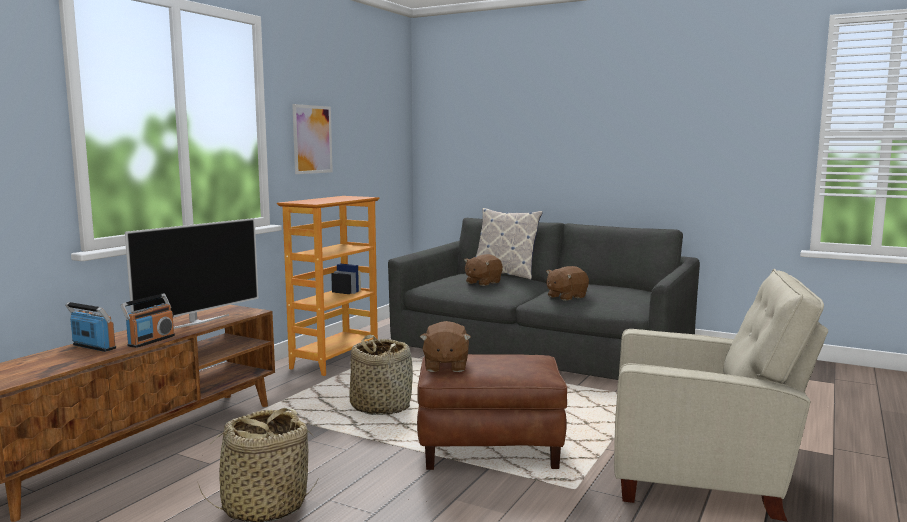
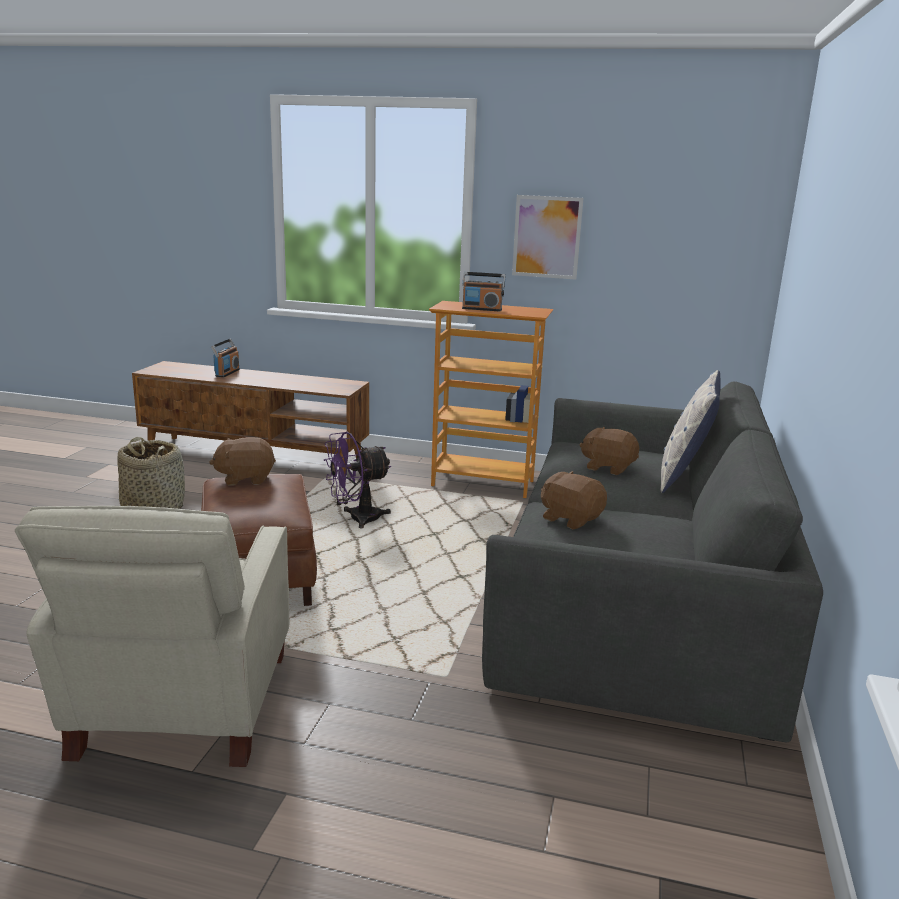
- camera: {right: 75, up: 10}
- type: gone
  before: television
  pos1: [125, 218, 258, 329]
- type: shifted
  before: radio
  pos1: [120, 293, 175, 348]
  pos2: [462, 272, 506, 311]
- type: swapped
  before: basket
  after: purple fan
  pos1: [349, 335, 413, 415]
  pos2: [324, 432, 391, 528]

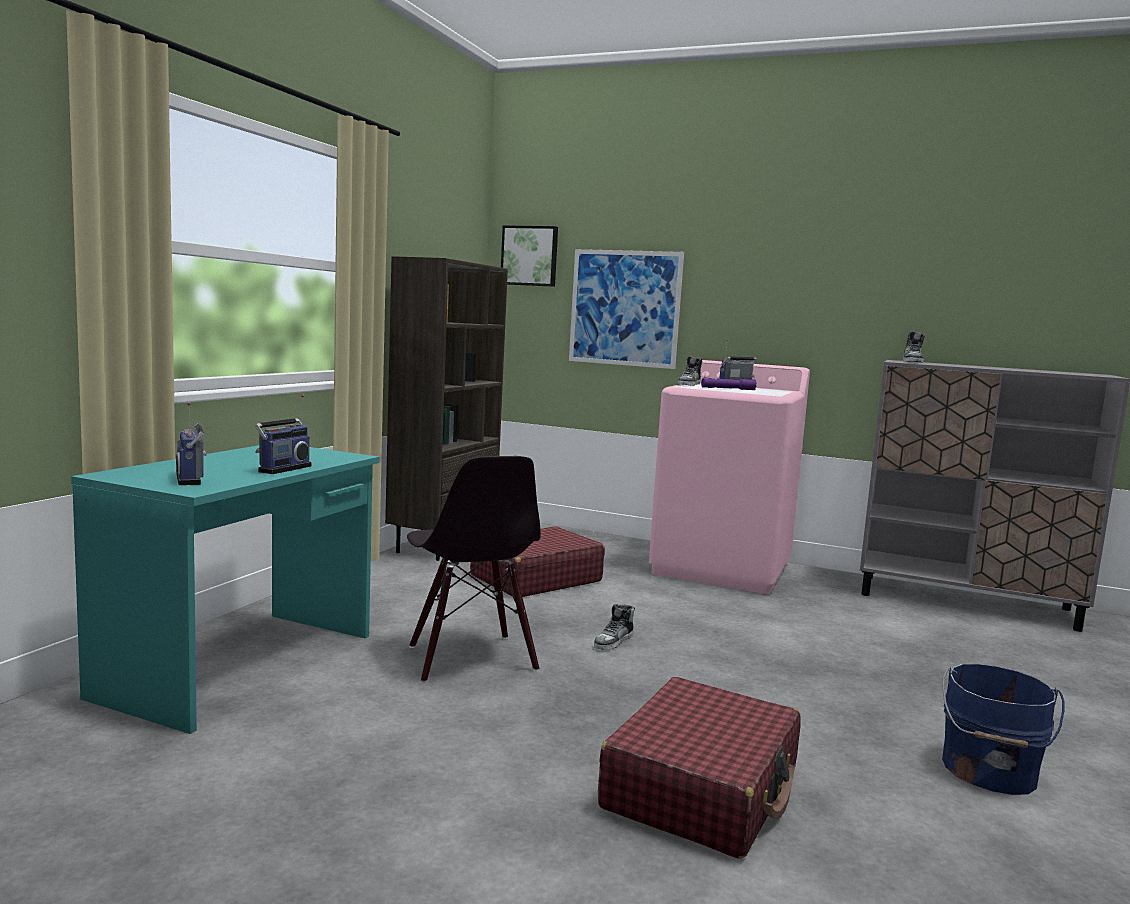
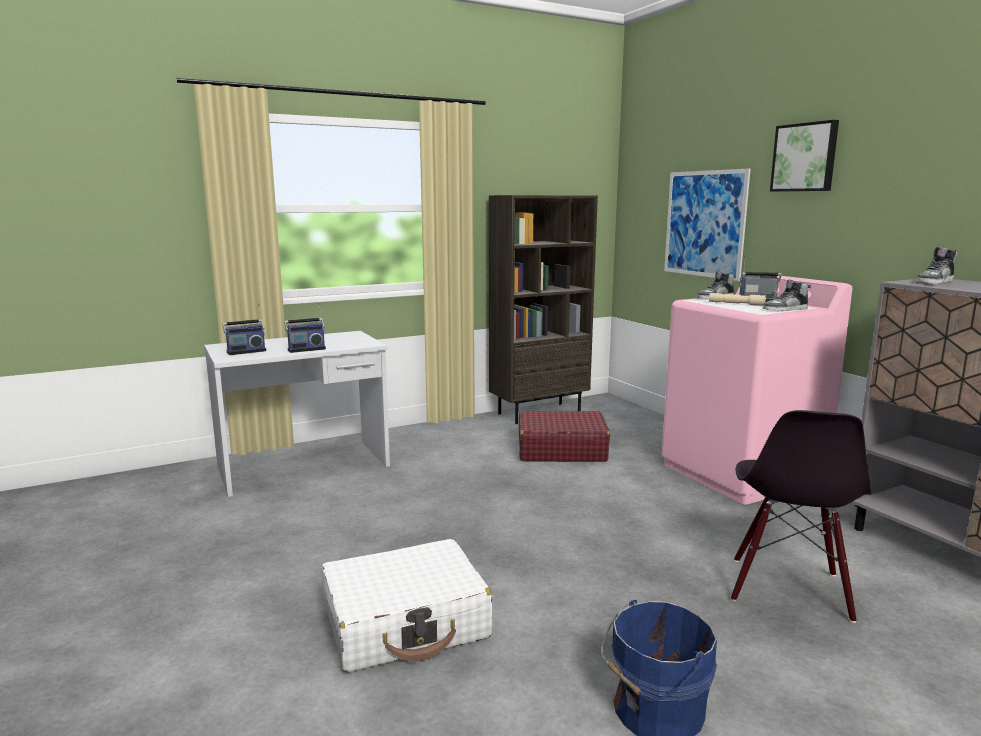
- camera: {right: 40, up: 5}
- type: shifted
  before: blackish upright chair
  pos1: [407, 456, 541, 683]
  pos2: [731, 410, 871, 623]
- type: shifted
  before: wall art
  pos1: [501, 225, 558, 287]
  pos2: [770, 120, 839, 192]
- type: shifted
  before: shoe
  pos1: [594, 604, 635, 651]
  pos2: [763, 280, 811, 311]
- type: repainted
  before: blue-green desk unit
  after: white desk unit
  pos1: [71, 445, 379, 734]
  pos2: [204, 331, 390, 497]
- type: repainted
  before: red suitcase
  after: white suitcase
  pos1: [598, 677, 801, 859]
  pos2: [321, 539, 492, 672]
- type: repainted
  before: purple flashlight
  after: beige flashlight
  pos1: [701, 378, 757, 390]
  pos2: [709, 293, 766, 306]
- type: rotated
  before: radio
  pos1: [176, 402, 207, 485]
  pos2: [222, 304, 266, 355]
  turn: -135

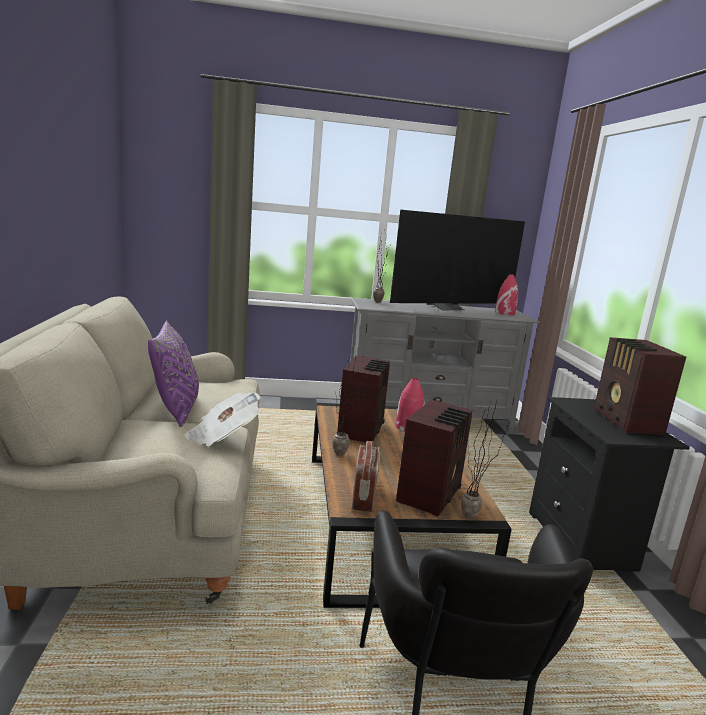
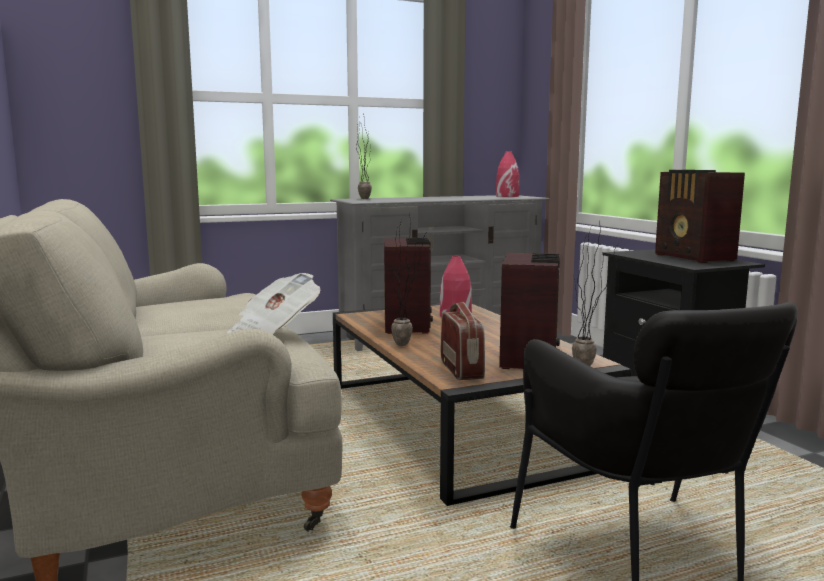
- camera: {right: -15, up: -5}
- type: gone
  before: purple cushion
  pos1: [148, 320, 199, 427]
- type: gone
  before: television
  pos1: [390, 210, 525, 310]

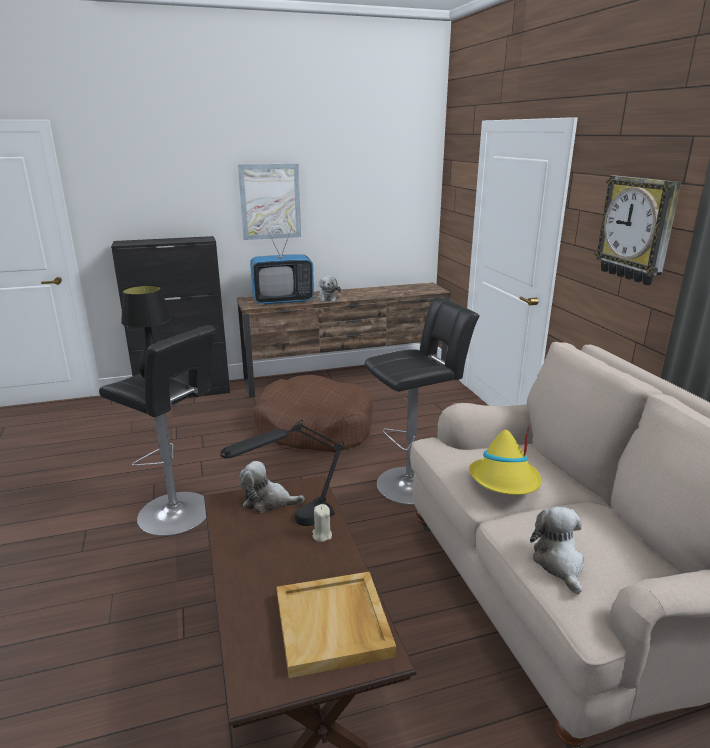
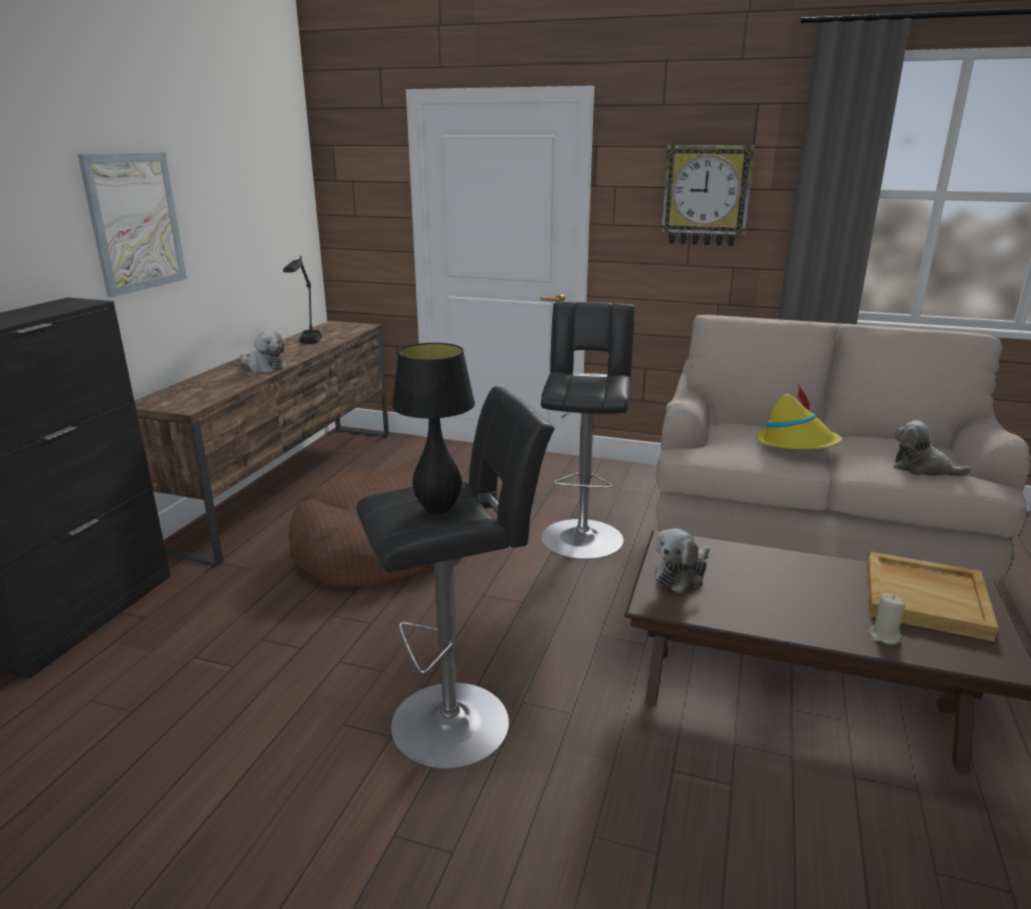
- camera: {right: -55, up: 0}
- type: gone
  before: television
  pos1: [250, 227, 314, 305]
- type: shifted
  before: blackish lamp for a table
  pos1: [220, 420, 344, 526]
  pos2: [283, 256, 322, 344]
- type: shifted
  before: beige wax light
  pos1: [312, 504, 332, 542]
  pos2: [868, 593, 905, 644]

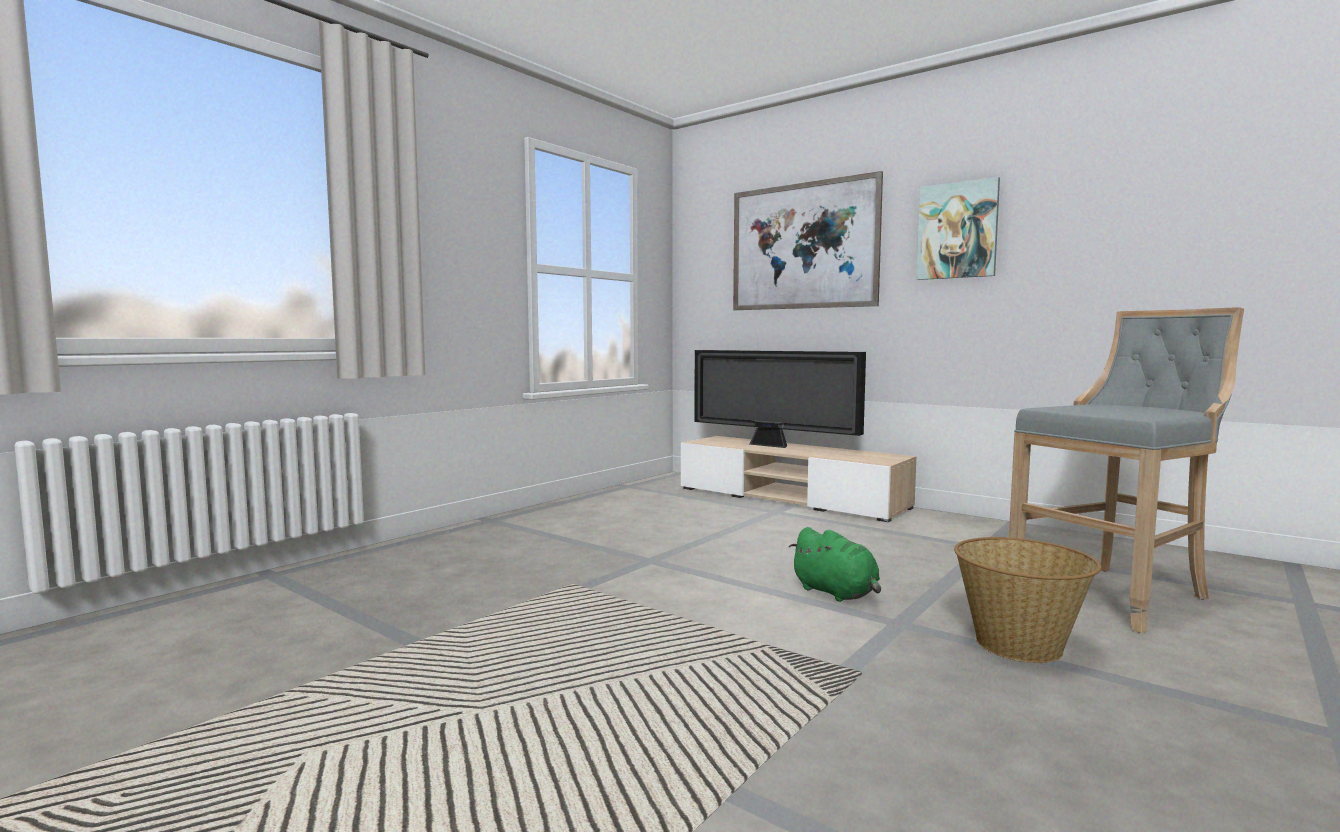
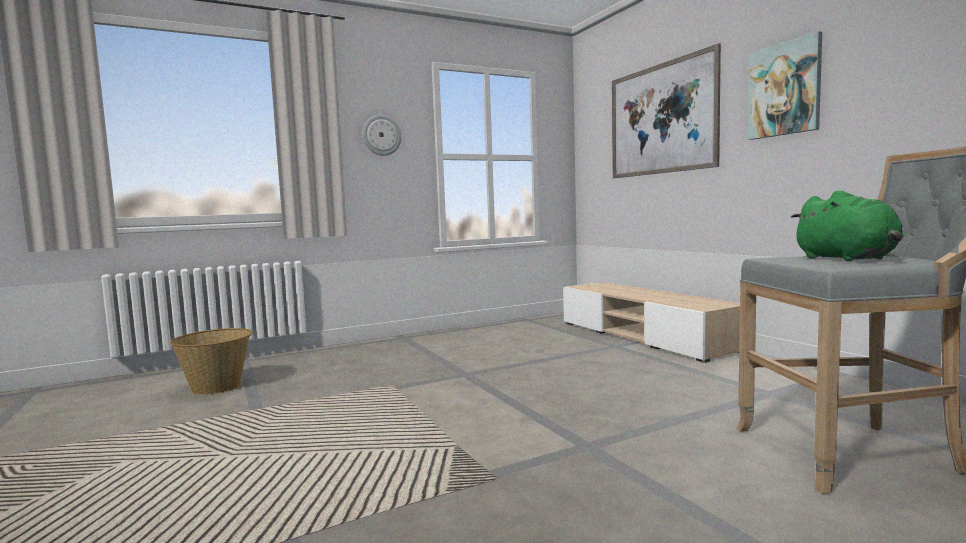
- camera: {right: 25, up: 0}
- type: gone
  before: television
  pos1: [694, 350, 866, 448]
- type: new
  after: clock on the wall
  pos2: [363, 115, 402, 156]
- type: shifted
  before: green cuddly toy
  pos1: [789, 527, 881, 602]
  pos2: [791, 190, 903, 261]
- type: shifted
  before: basket
  pos1: [954, 537, 1102, 663]
  pos2: [170, 328, 253, 395]

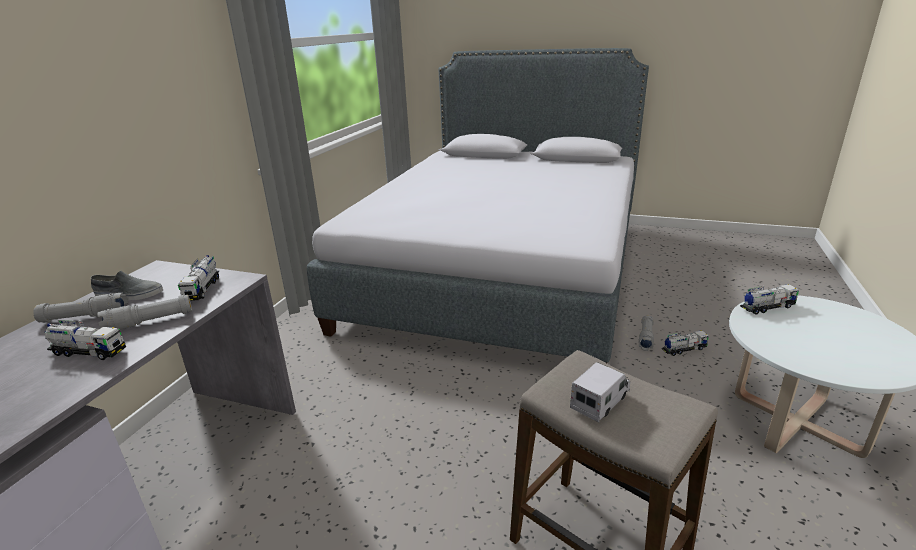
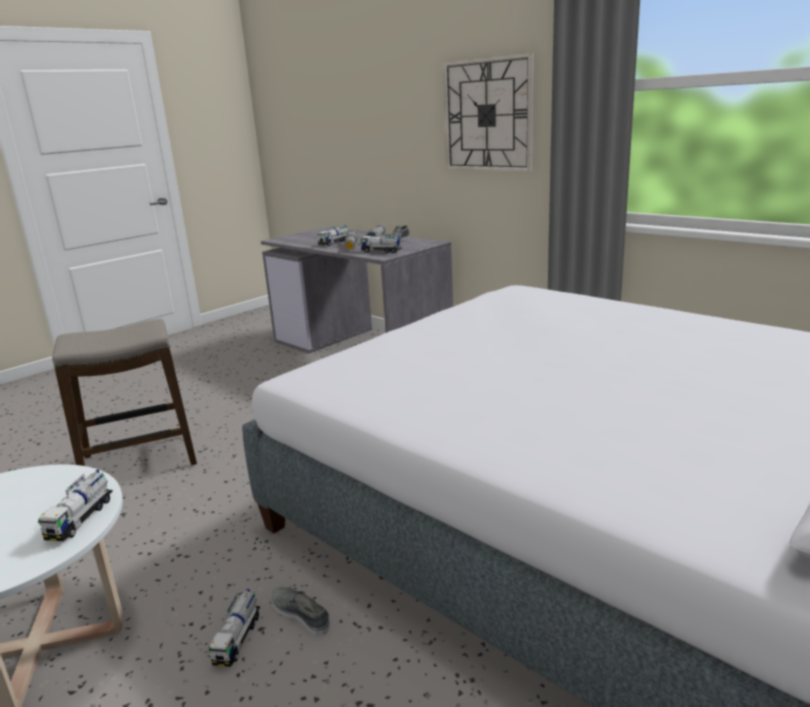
- camera: {right: 115, up: -5}
- type: gone
  before: toy truck
  pos1: [570, 362, 630, 422]
- type: new
  after: clock on the wall
  pos2: [443, 52, 534, 172]
- type: swapped
  before: greyish flashlight
  after: greyish shoe
  pos1: [638, 315, 654, 351]
  pos2: [270, 587, 330, 635]

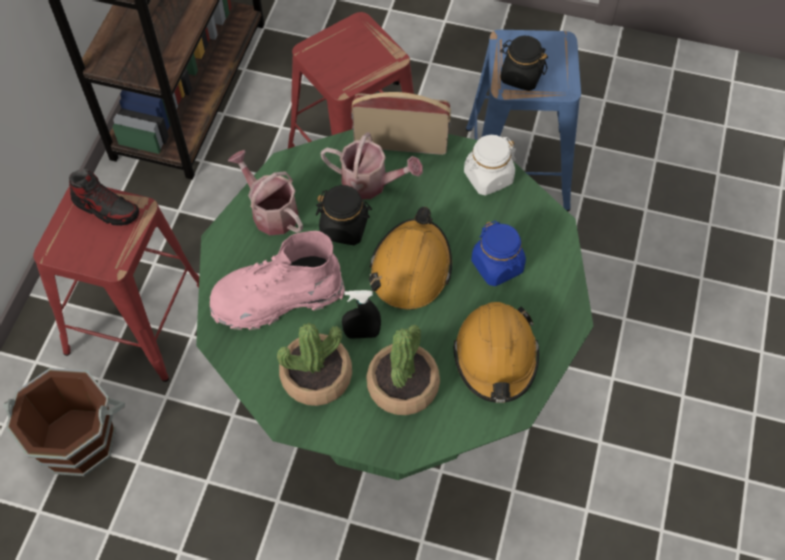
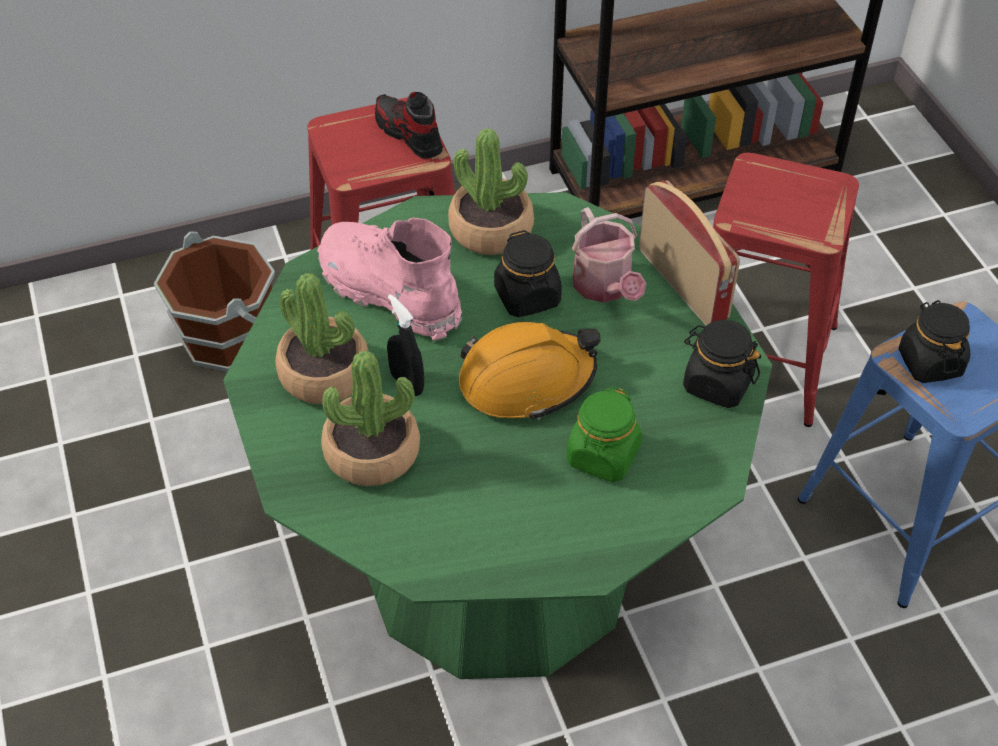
- camera: {right: 55, up: -10}
- type: gone
  before: orange hard hat
  pos1: [453, 302, 539, 403]
- type: swapped
  before: sprinkling can
  after: potted plant
  pos1: [228, 150, 303, 235]
  pos2: [448, 128, 534, 255]
- type: repainted
  before: white preserve jar
  after: blackish preserve jar
  pos1: [464, 135, 516, 196]
  pos2: [683, 320, 761, 408]
- type: repainted
  before: bluish preserve jar
  after: green preserve jar
  pos1: [471, 221, 526, 286]
  pos2: [566, 387, 642, 482]
- type: rotated
  before: shoe
  pos1: [69, 169, 139, 226]
  pos2: [375, 92, 443, 159]
  turn: 150

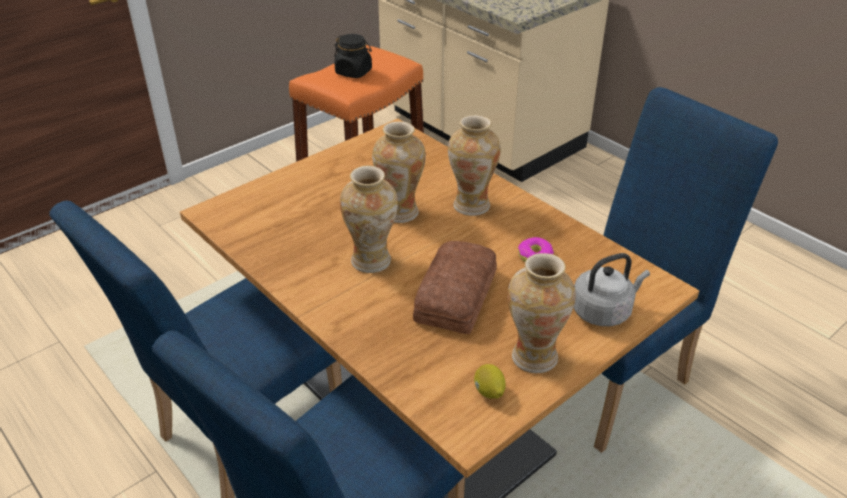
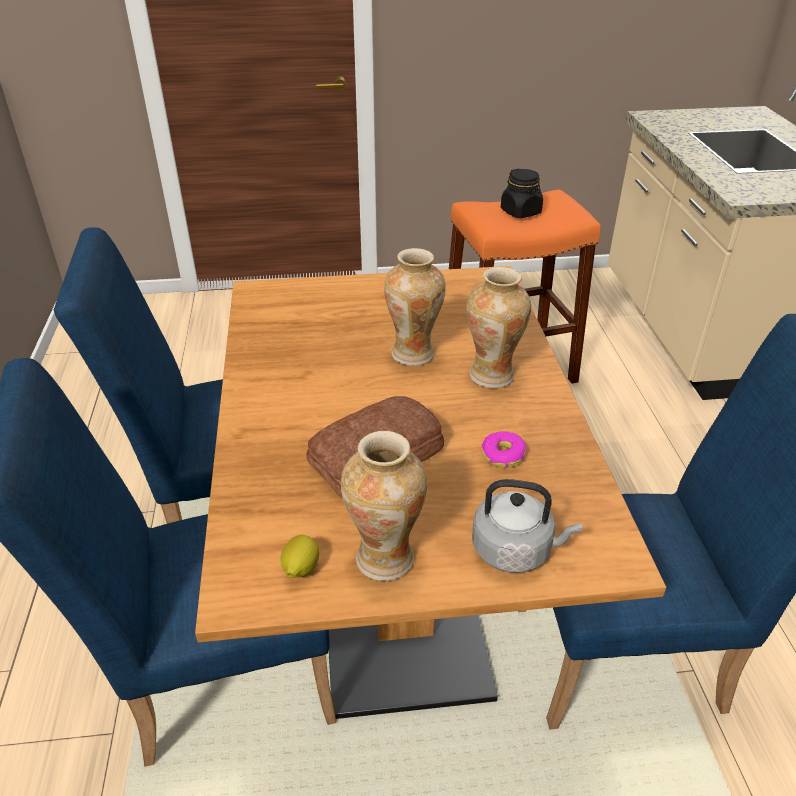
- camera: {right: 35, up: 0}
- type: gone
  before: flower vase
  pos1: [340, 166, 398, 273]

